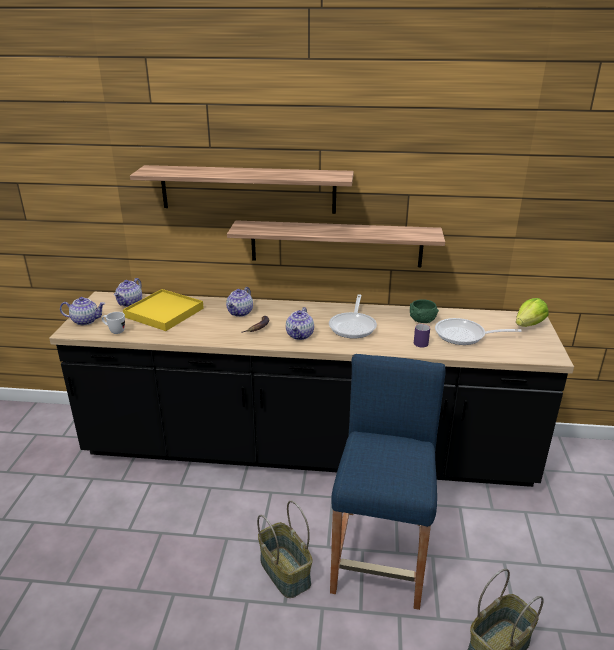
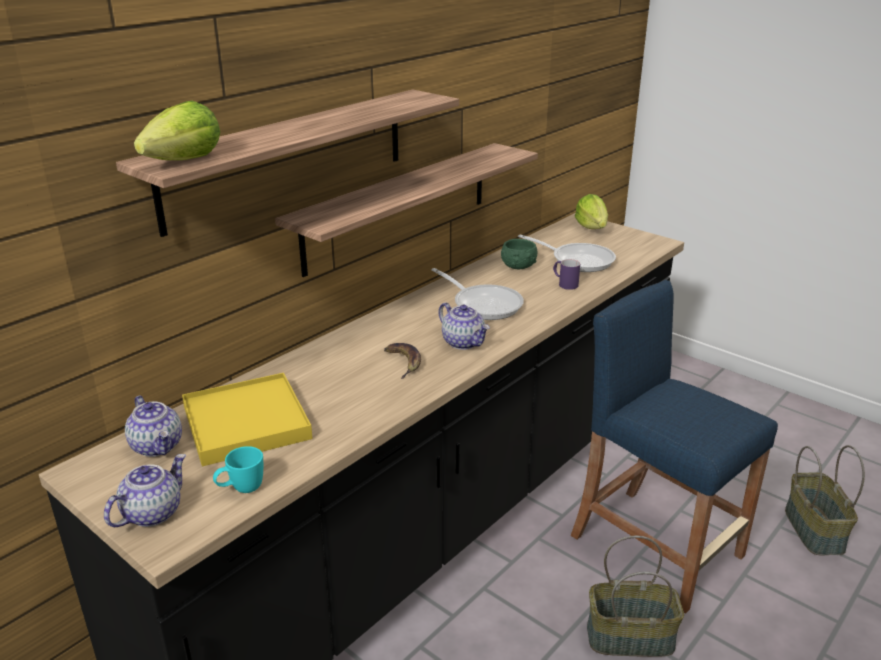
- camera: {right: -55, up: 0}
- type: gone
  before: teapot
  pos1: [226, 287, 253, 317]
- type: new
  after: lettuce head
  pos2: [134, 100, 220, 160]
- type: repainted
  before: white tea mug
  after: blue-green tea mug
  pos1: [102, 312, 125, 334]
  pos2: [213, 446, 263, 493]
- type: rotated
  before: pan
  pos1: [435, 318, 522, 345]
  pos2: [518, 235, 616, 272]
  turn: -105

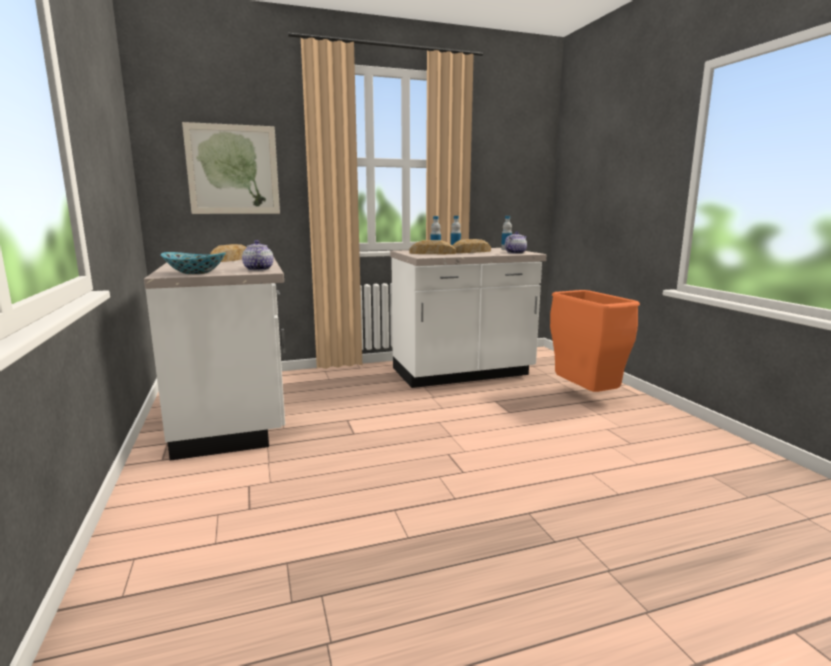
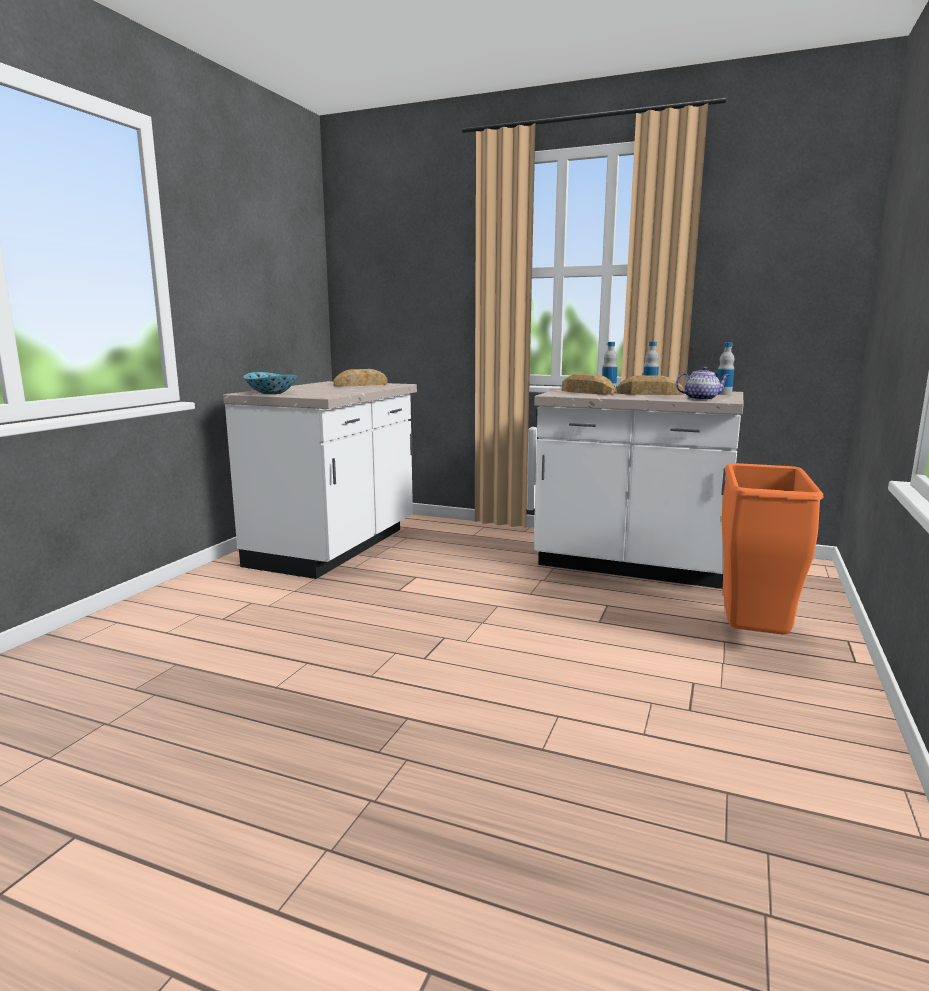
- camera: {right: 40, up: 0}
- type: gone
  before: wall art
  pos1: [182, 122, 280, 214]
- type: gone
  before: teapot
  pos1: [242, 240, 274, 271]

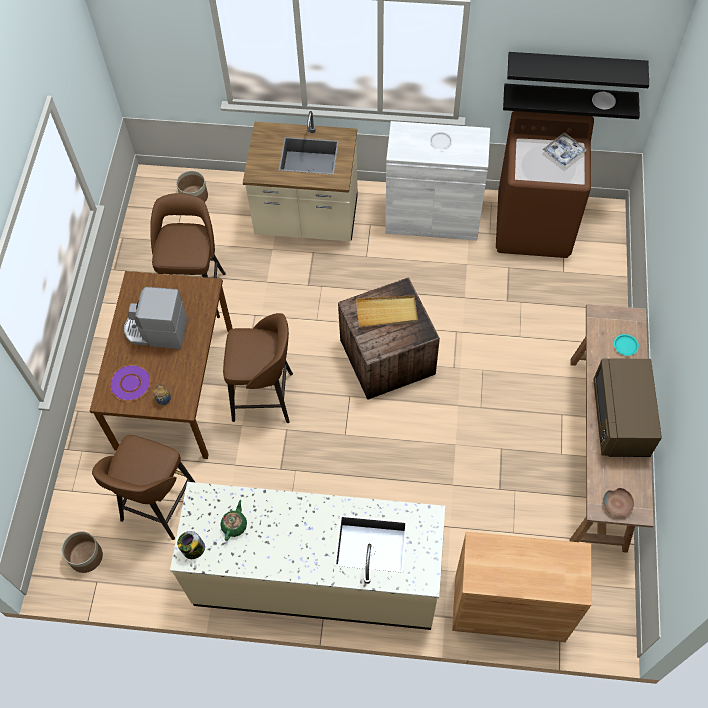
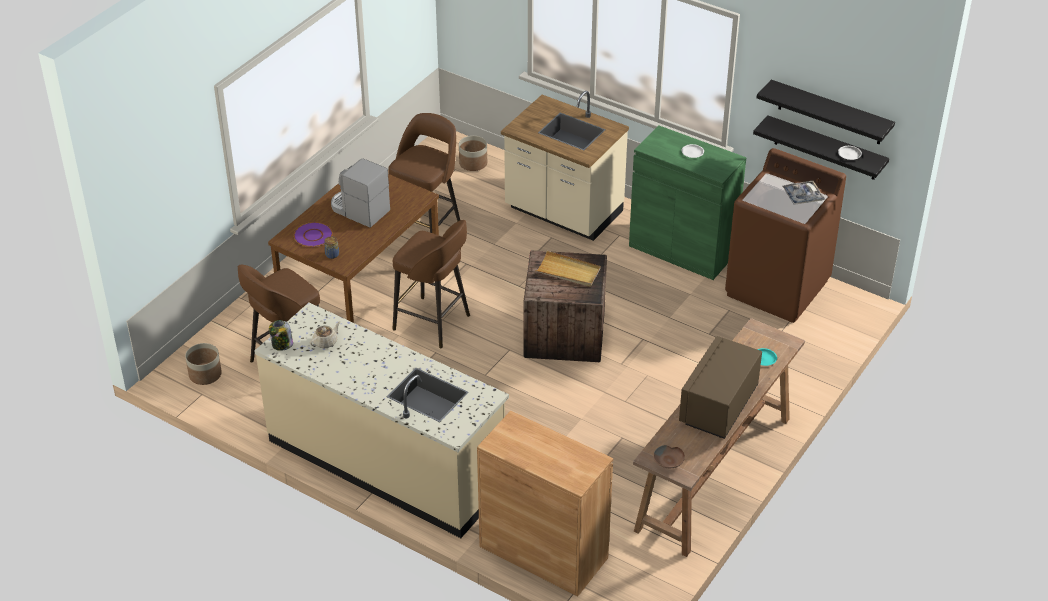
- camera: {right: 25, up: -20}
- type: repainted
  before: green teapot
  after: beige teapot
  pos1: [220, 500, 247, 541]
  pos2: [310, 321, 340, 349]
- type: repainted
  before: white storage cabinet
  after: green storage cabinet
  pos1: [385, 121, 490, 240]
  pos2: [629, 126, 746, 280]

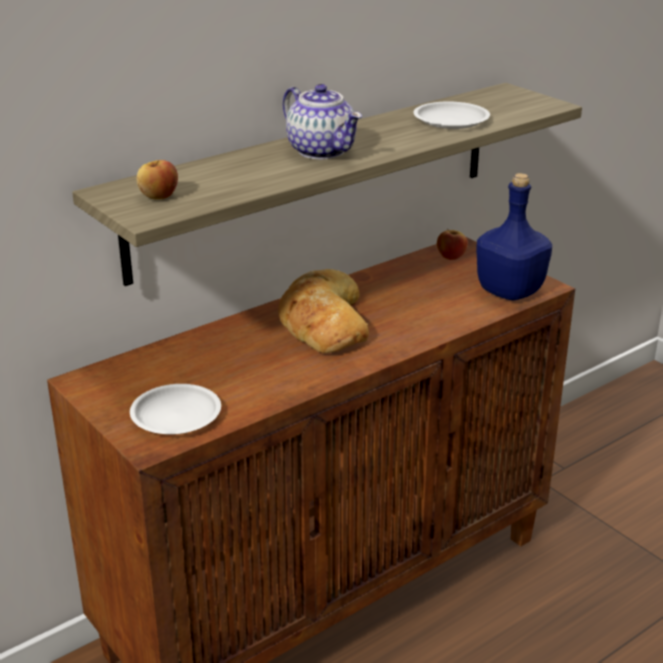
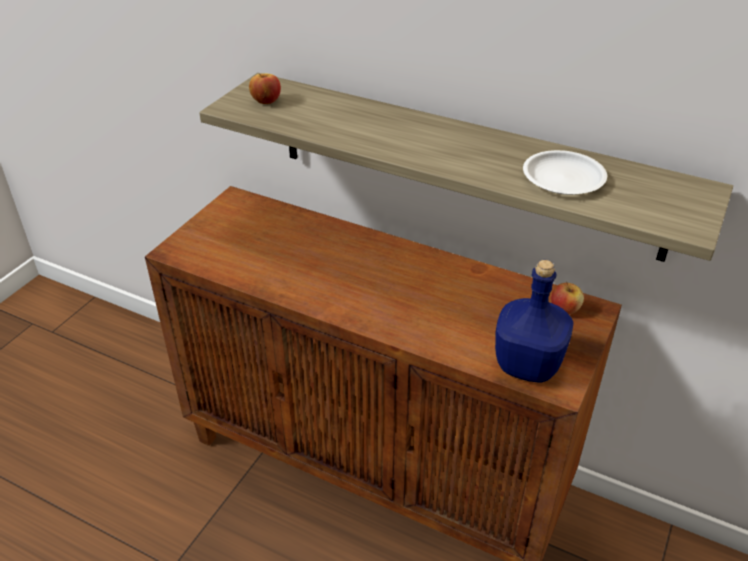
- camera: {right: 65, up: 10}
- type: gone
  before: white plate
  pos1: [130, 384, 221, 435]
- type: gone
  before: baked bread
  pos1: [278, 269, 369, 353]
- type: gone
  before: teapot
  pos1: [283, 84, 362, 159]

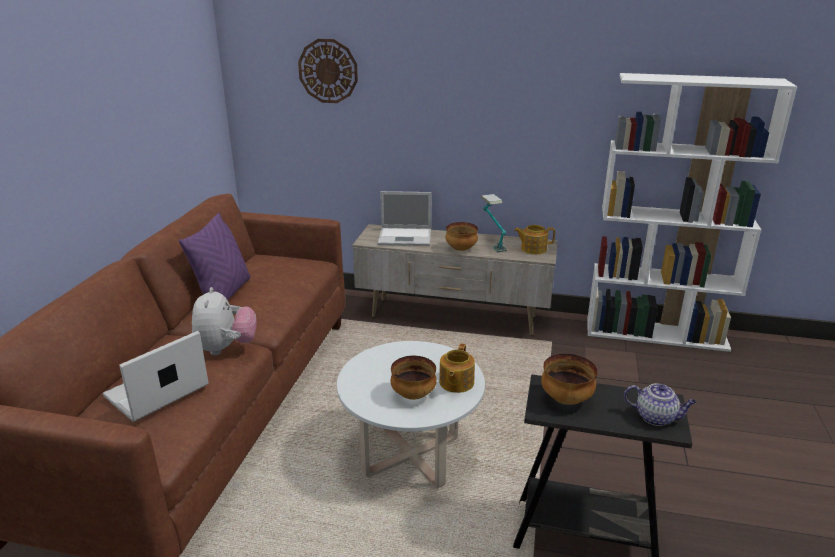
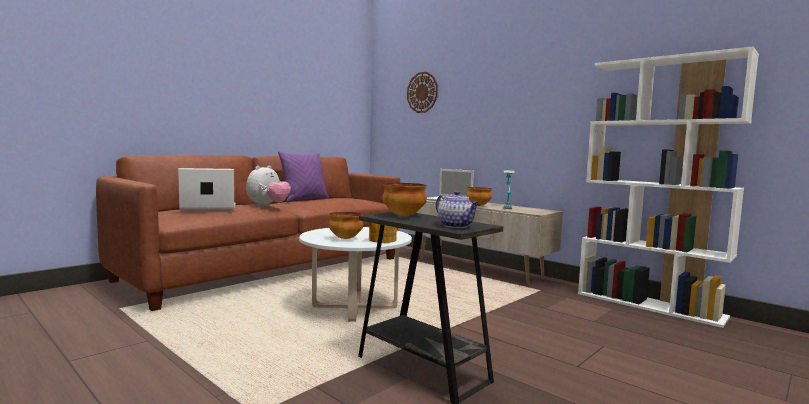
- camera: {right: 30, up: -20}
- type: gone
  before: teapot
  pos1: [514, 225, 555, 254]

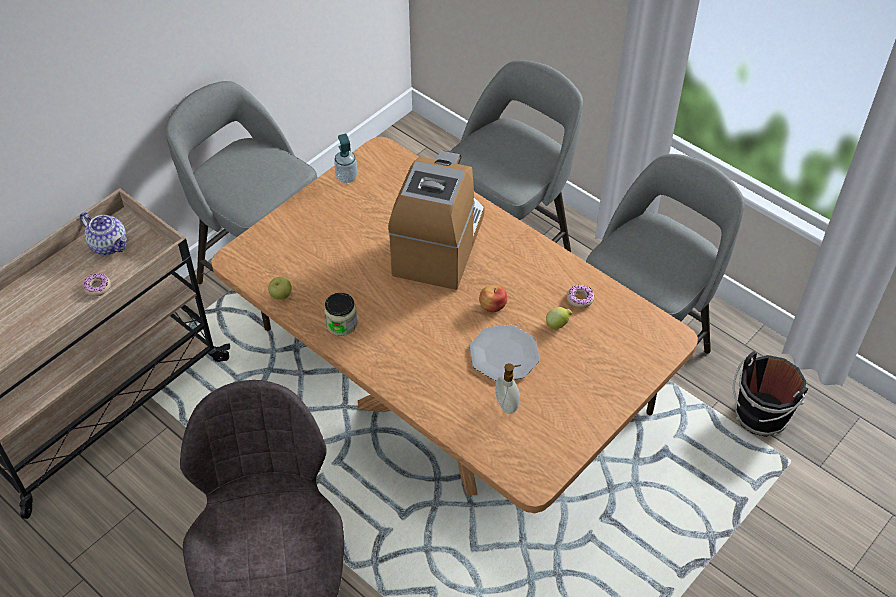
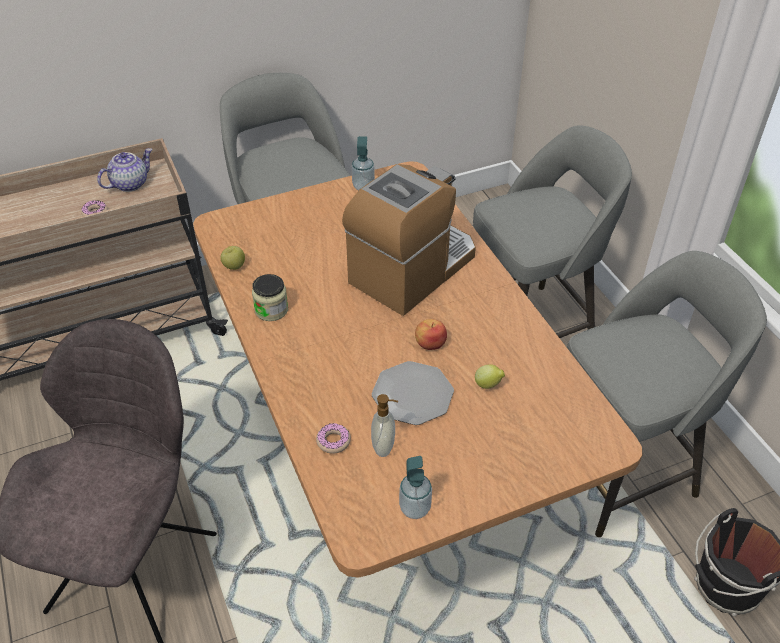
- camera: {right: 25, up: -5}
- type: new
  after: soap bottle
  pos2: [399, 456, 432, 519]
- type: shifted
  before: donut
  pos1: [567, 285, 594, 308]
  pos2: [316, 423, 351, 454]
- type: rotated
  before: teapot
  pos1: [80, 212, 127, 255]
  pos2: [97, 148, 152, 192]
  turn: -105

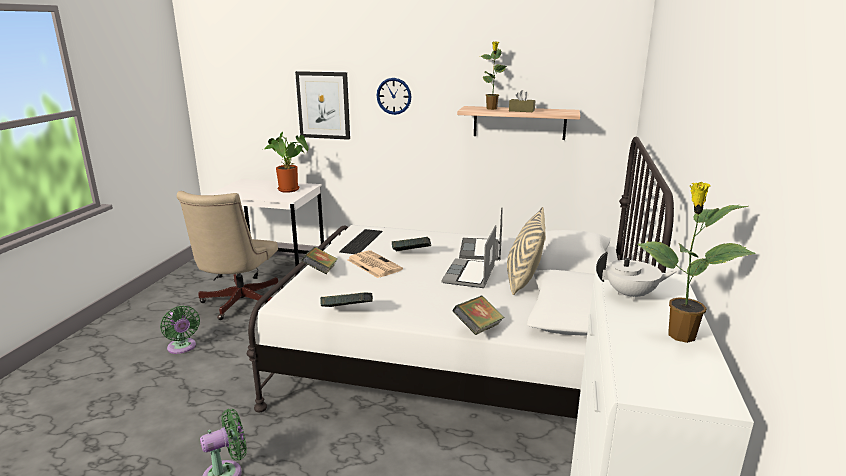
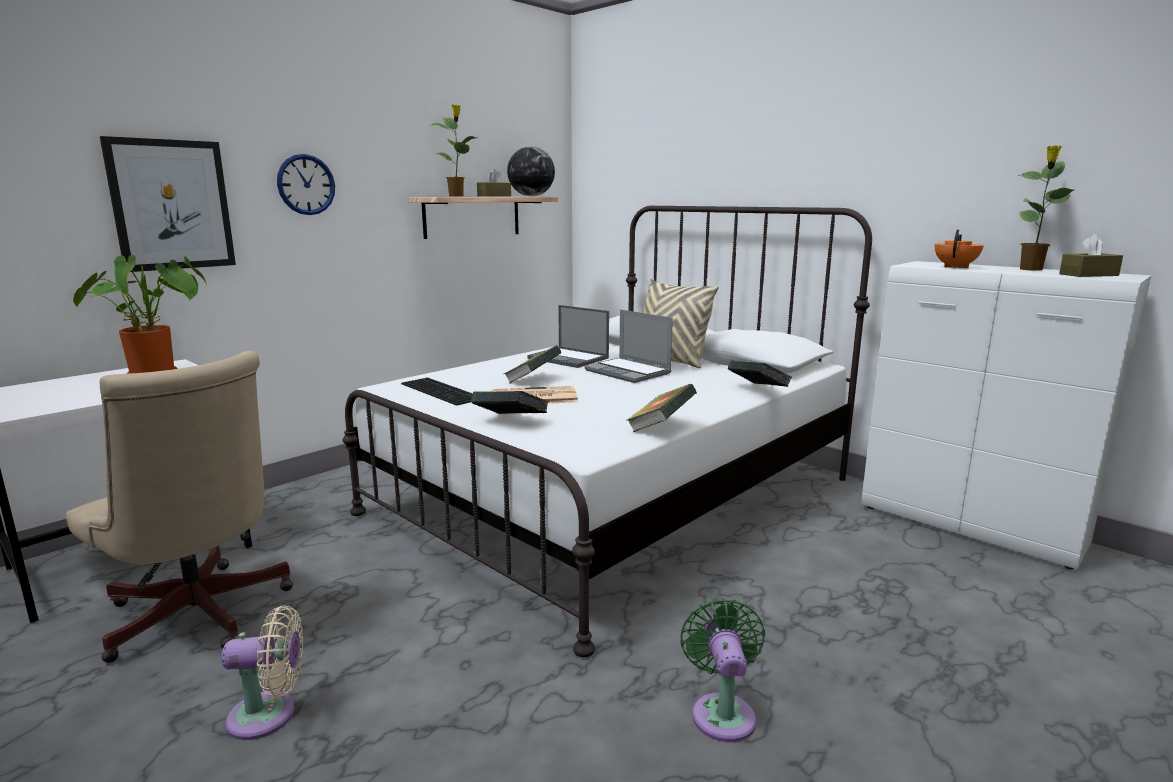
- camera: {right: -60, up: -5}
- type: new
  after: globe
  pos2: [507, 146, 555, 197]
- type: new
  after: brown-coloured tissue box
  pos2: [1059, 234, 1123, 277]
- type: repainted
  before: green fan
  after: beige fan
  pos1: [160, 306, 200, 354]
  pos2: [221, 605, 303, 740]
- type: repainted
  before: white teapot
  after: orange teapot
  pos1: [596, 252, 676, 302]
  pos2: [935, 229, 984, 268]

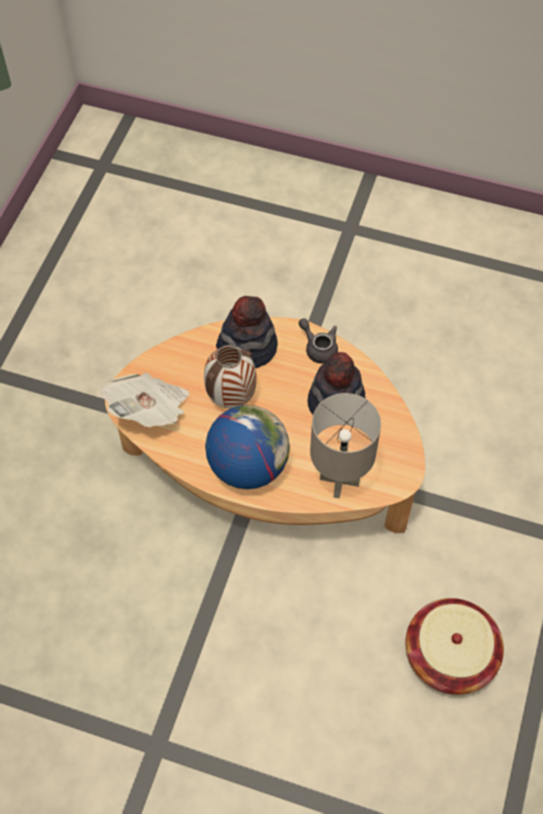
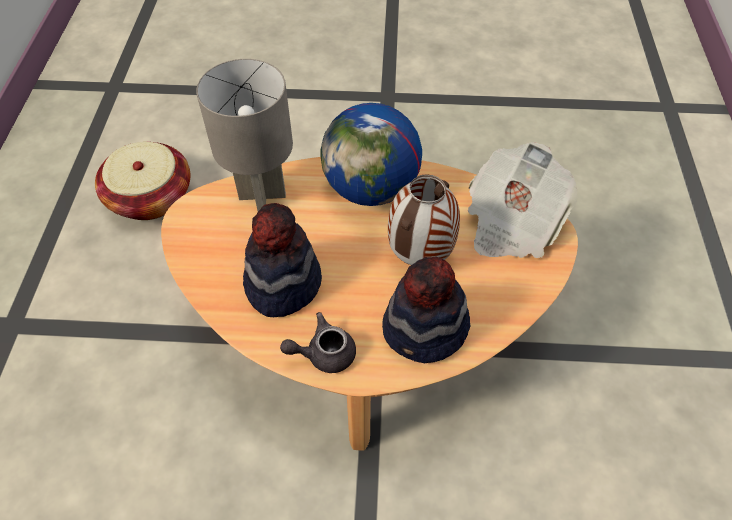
- camera: {right: 165, up: -5}
- type: rotated
  before: greyish teapot
  pos1: [299, 318, 338, 364]
  pos2: [280, 312, 356, 373]
  turn: 135

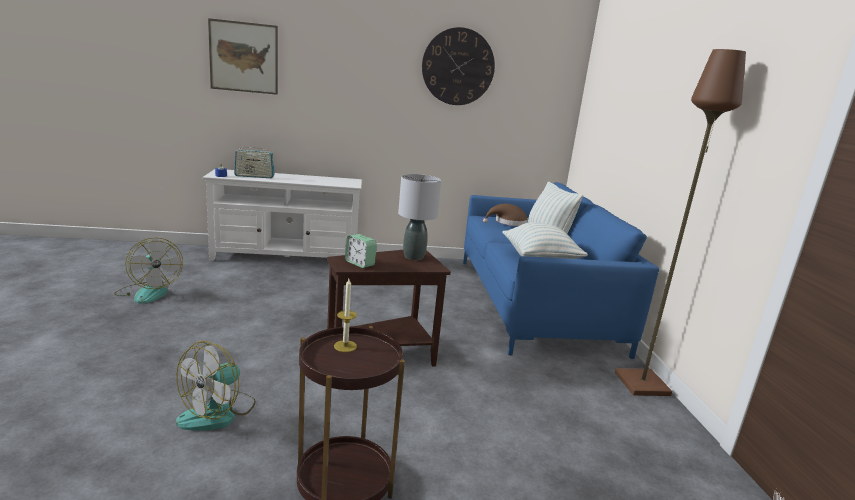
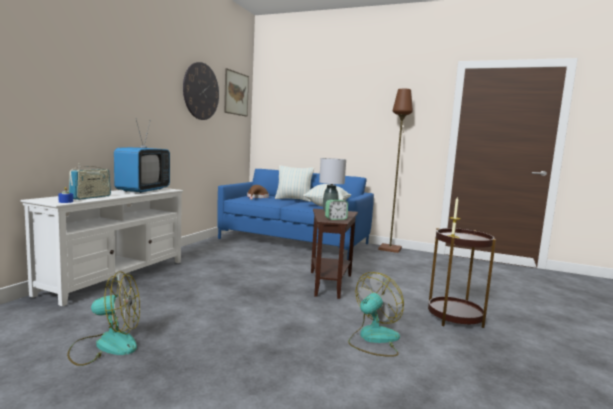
- camera: {right: -60, up: -10}
- type: new
  after: television
  pos2: [114, 118, 170, 193]
- type: shifted
  before: wall art
  pos1: [208, 18, 278, 95]
  pos2: [224, 68, 249, 117]
- type: rotated
  before: fan
  pos1: [176, 341, 256, 431]
  pos2: [348, 272, 404, 357]
  turn: -105

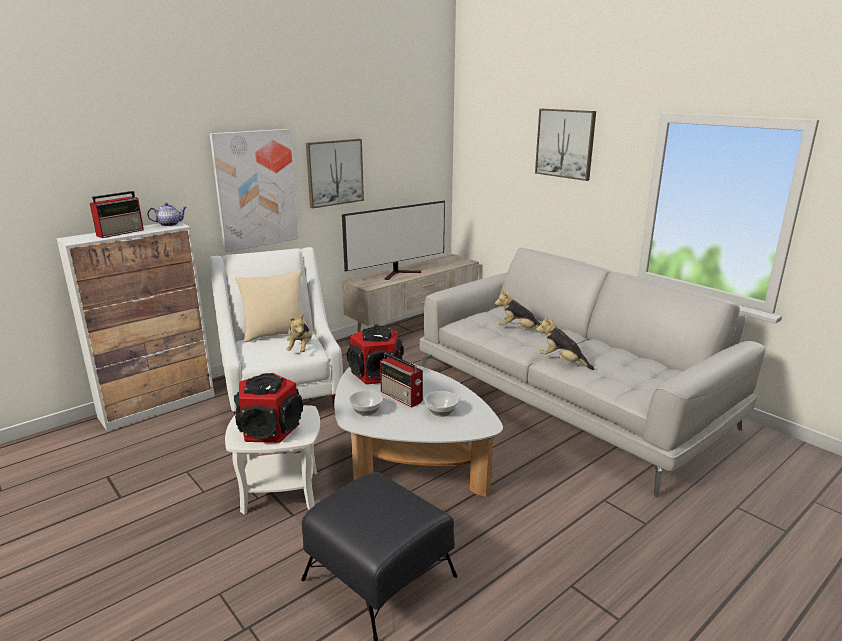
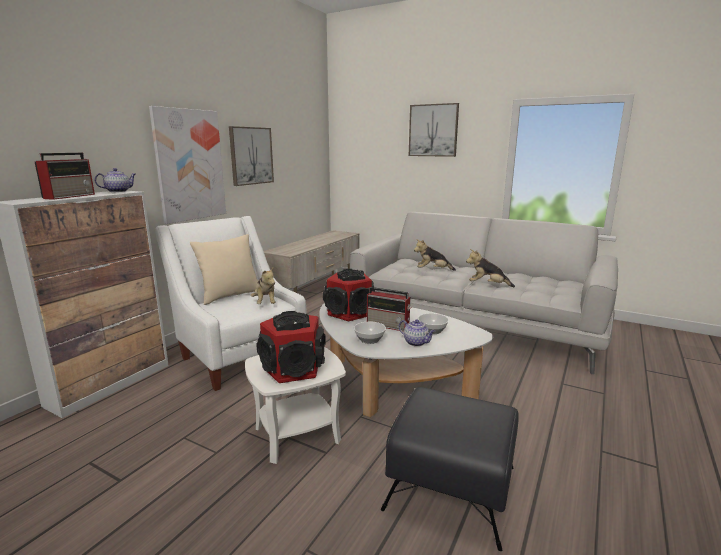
- camera: {right: -20, up: -5}
- type: gone
  before: television
  pos1: [342, 201, 445, 280]
- type: new
  after: teapot
  pos2: [399, 319, 436, 346]

